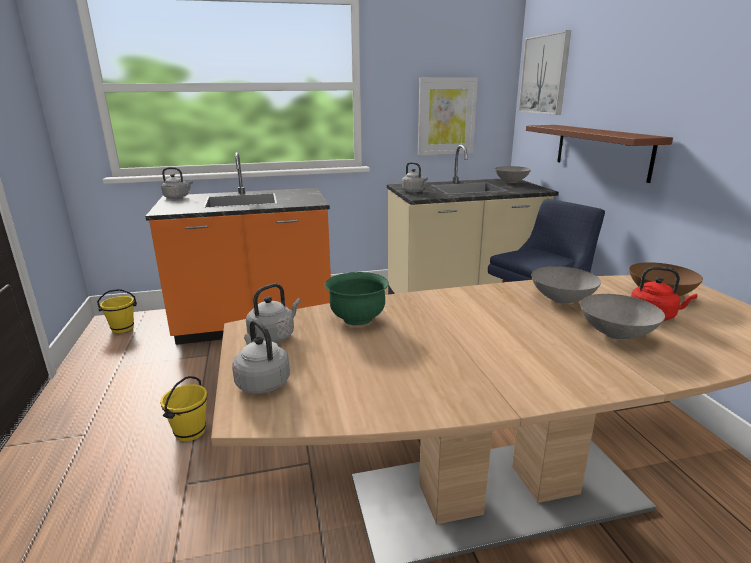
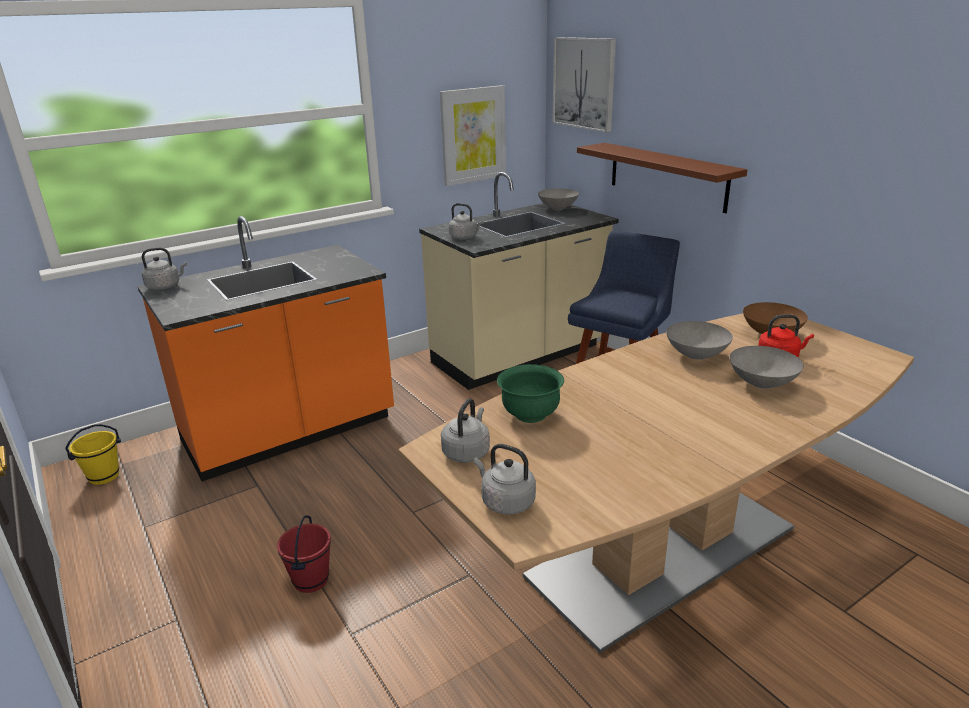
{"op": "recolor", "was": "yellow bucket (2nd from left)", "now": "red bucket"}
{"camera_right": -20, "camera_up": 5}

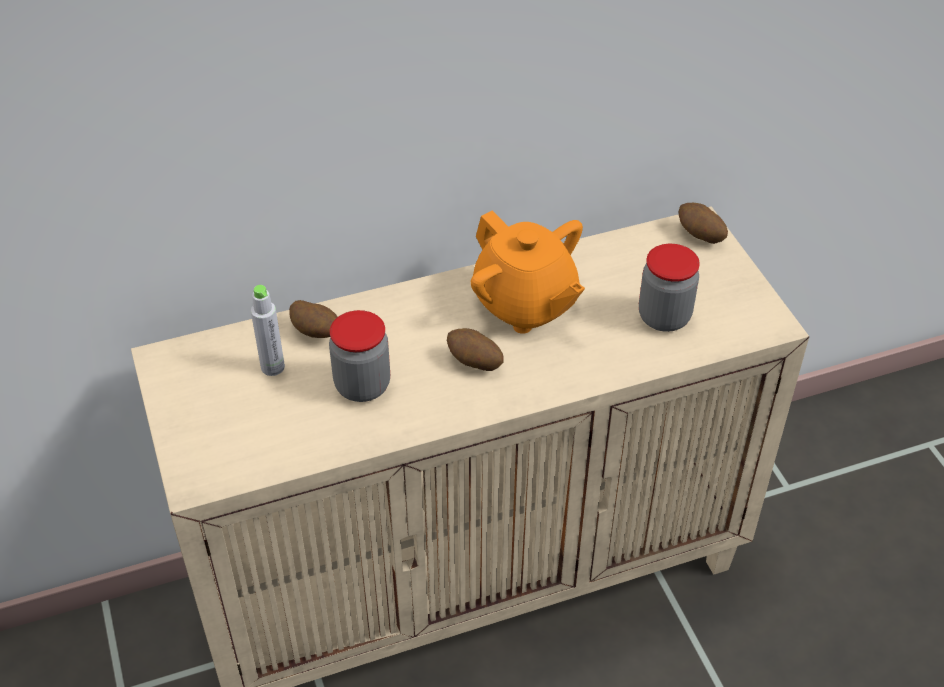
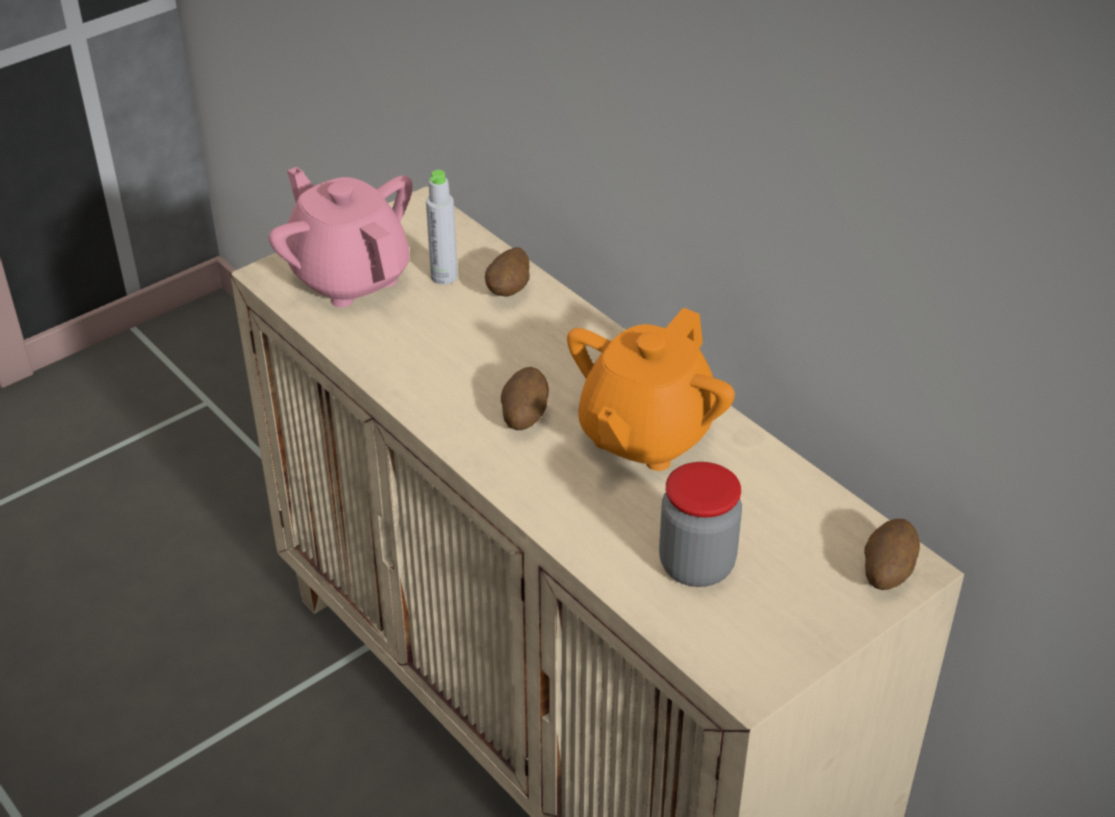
{"op": "delete", "was": "jar (1st from left)"}
{"op": "insert", "now": "pink teapot"}
{"camera_right": 70, "camera_up": -5}

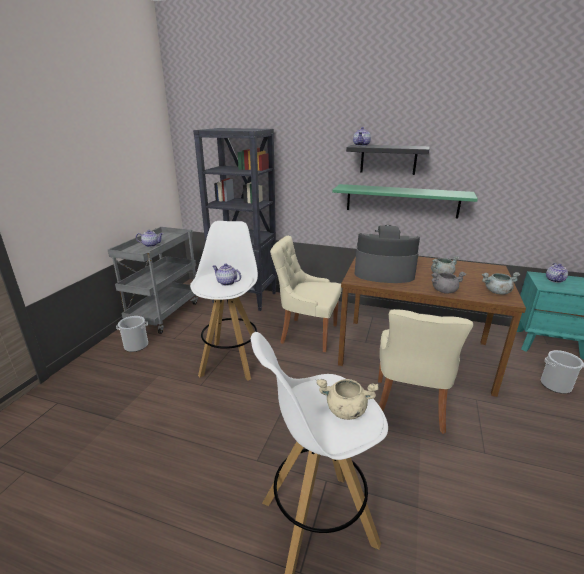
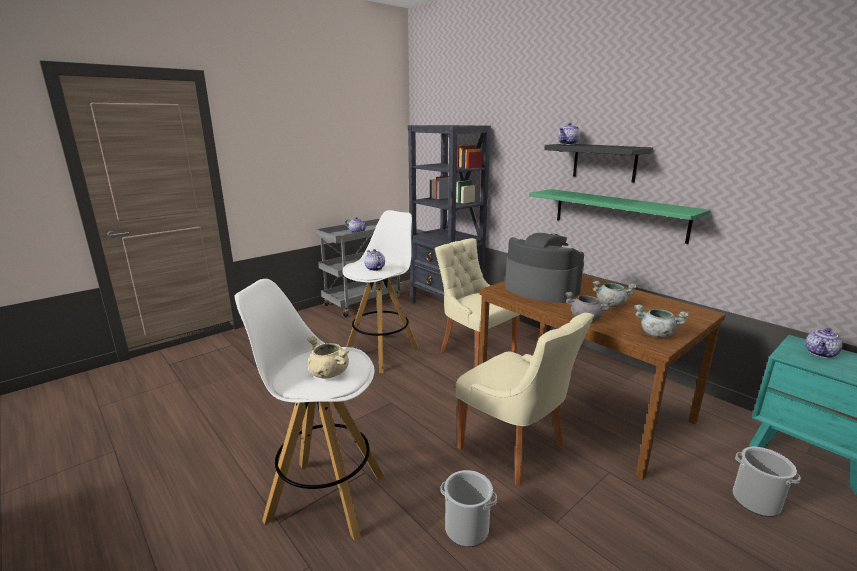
{"op": "move", "was": "bucket (1st from left)"}
{"op": "rotate", "was": "beige chair (2nd from left)", "clockwise": -90}
{"camera_right": 30, "camera_up": -5}

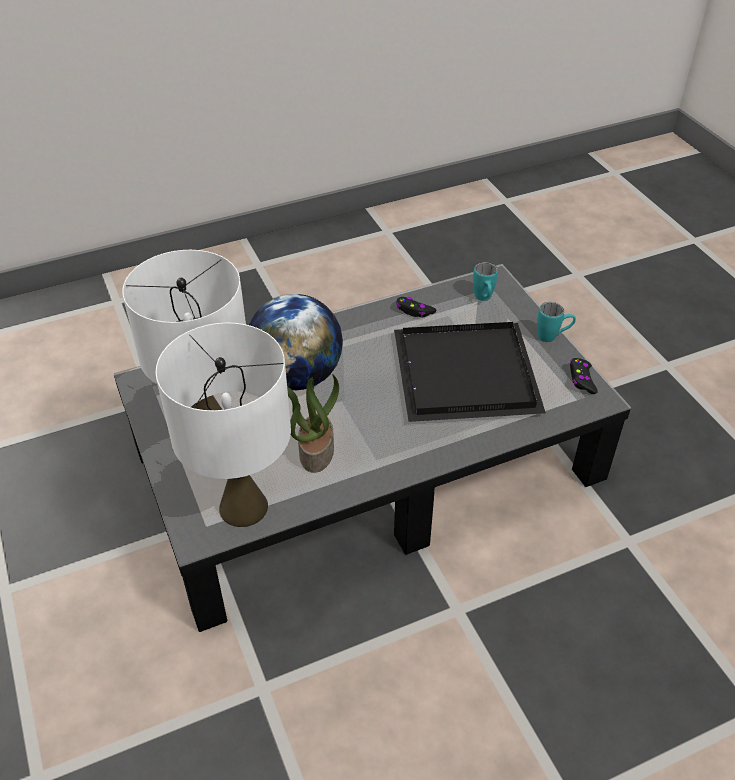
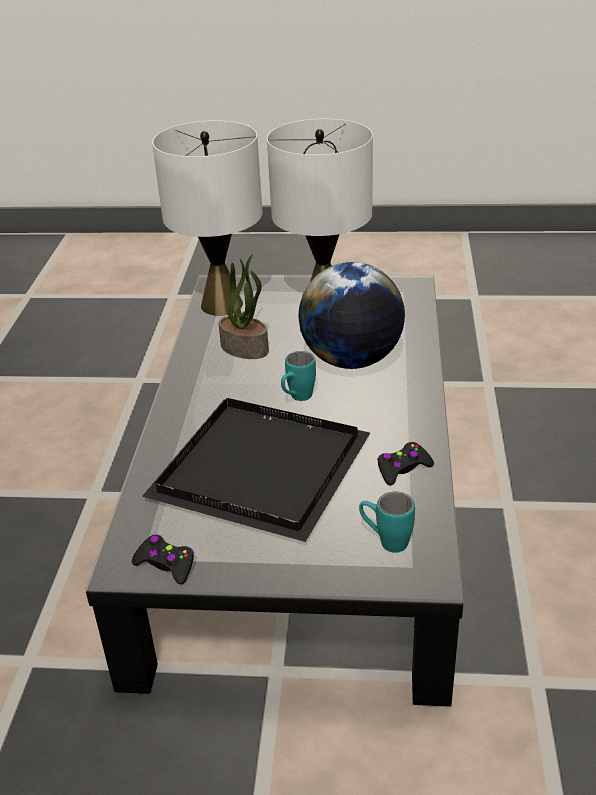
{"op": "move", "was": "turquoise mug (2nd from left in the first image)", "now": "turquoise mug (1st from left)"}
{"camera_right": 120, "camera_up": -10}

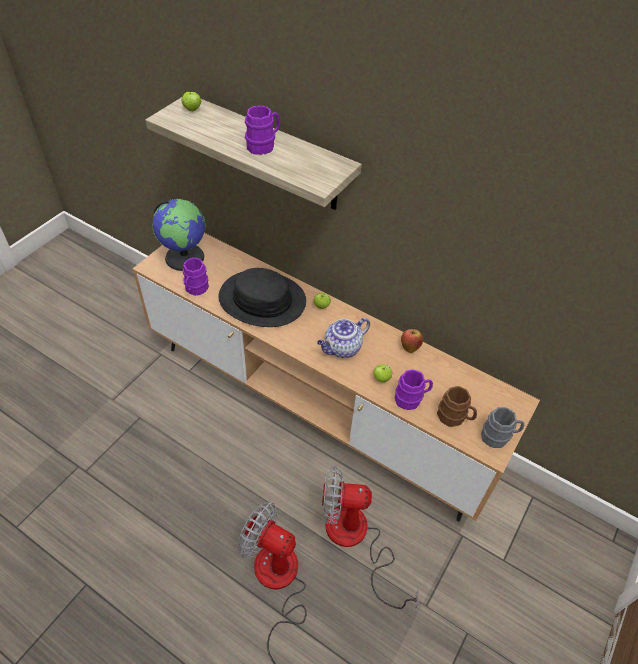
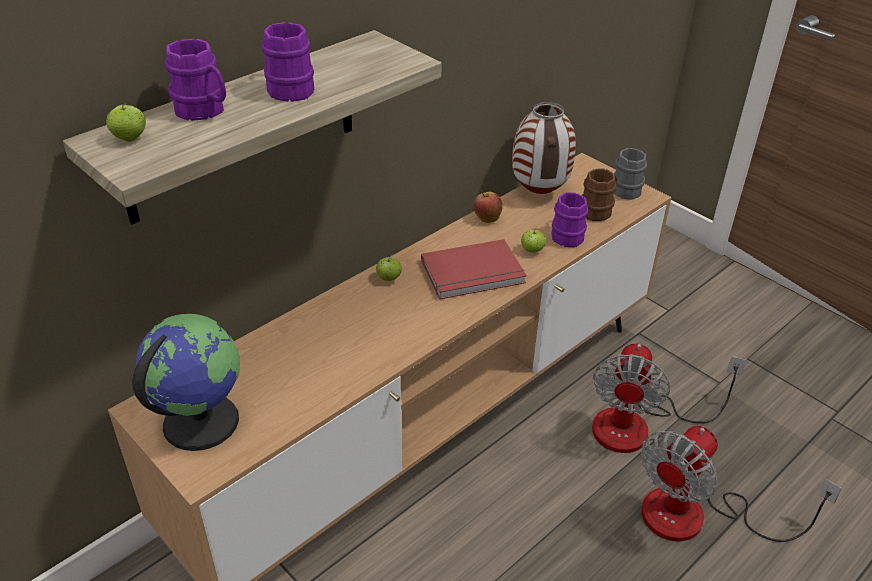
{"op": "move", "was": "purple mug (1st from left)"}
{"op": "delete", "was": "black hat"}
{"op": "replace", "was": "teapot", "now": "red book"}
{"op": "insert", "now": "vase"}
{"camera_right": -75, "camera_up": -10}

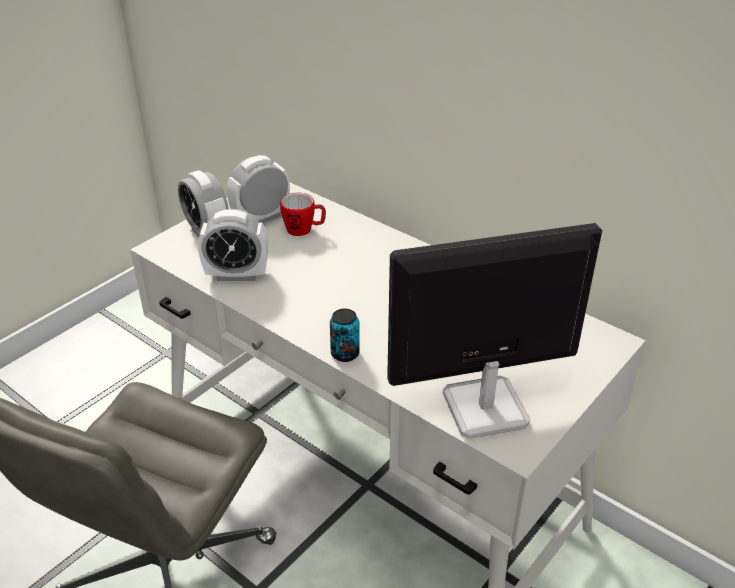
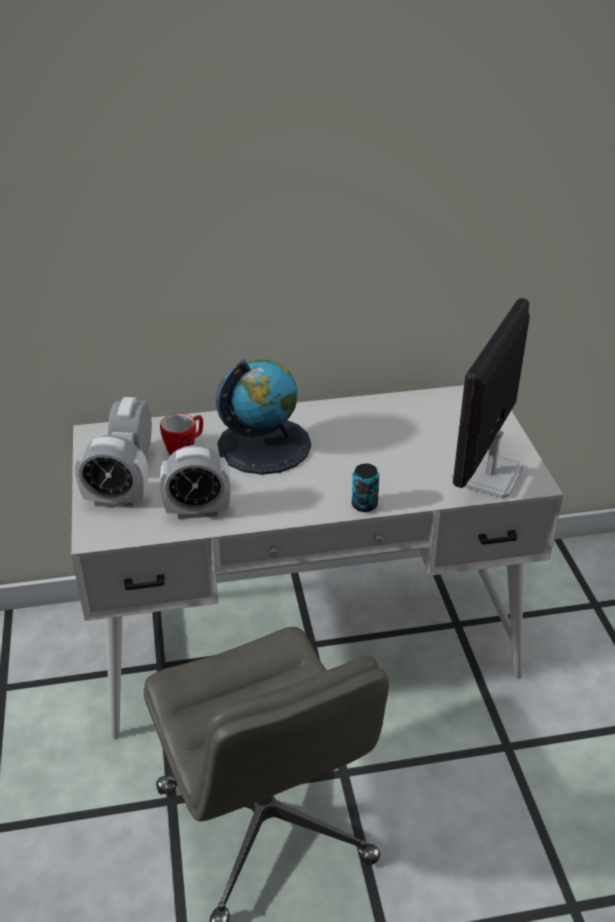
{"op": "rotate", "was": "alarm clock (2nd from left in the first image)", "clockwise": 45}
{"op": "insert", "now": "globe"}
{"camera_right": -50, "camera_up": 0}

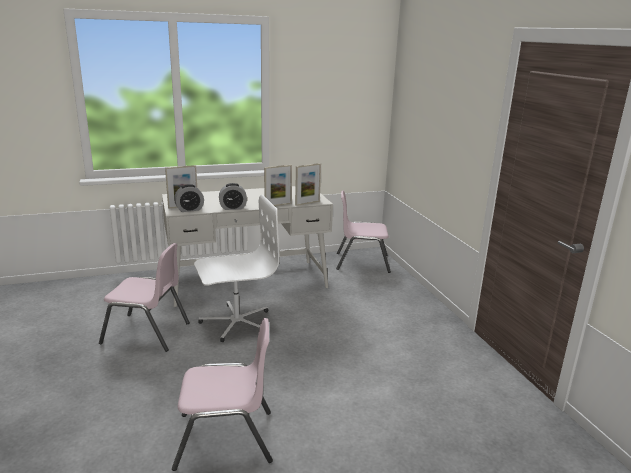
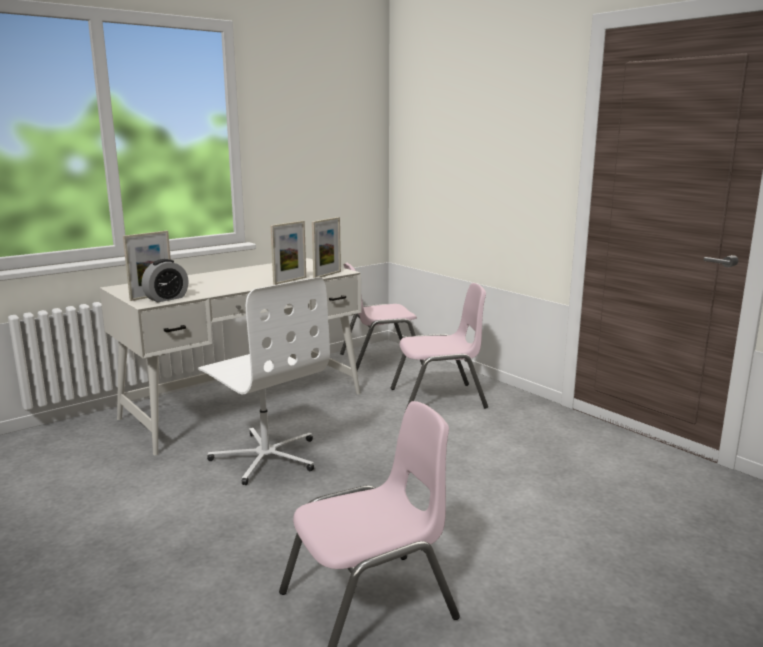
{"op": "move", "was": "pink chair (1st from left in the first image)", "now": "pink chair (3rd from left)"}
{"op": "rotate", "was": "white office chair", "clockwise": 90}
{"op": "delete", "was": "alarm clock (2nd from left)"}
{"camera_right": -20, "camera_up": -5}

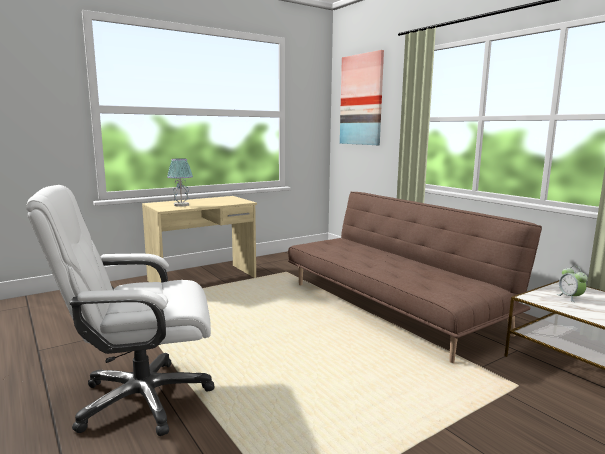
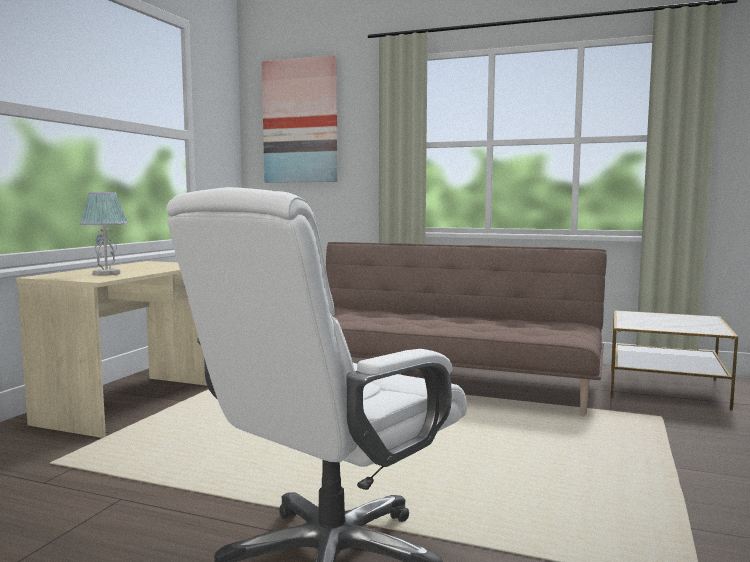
{"op": "delete", "was": "alarm clock"}
{"camera_right": -35, "camera_up": -5}

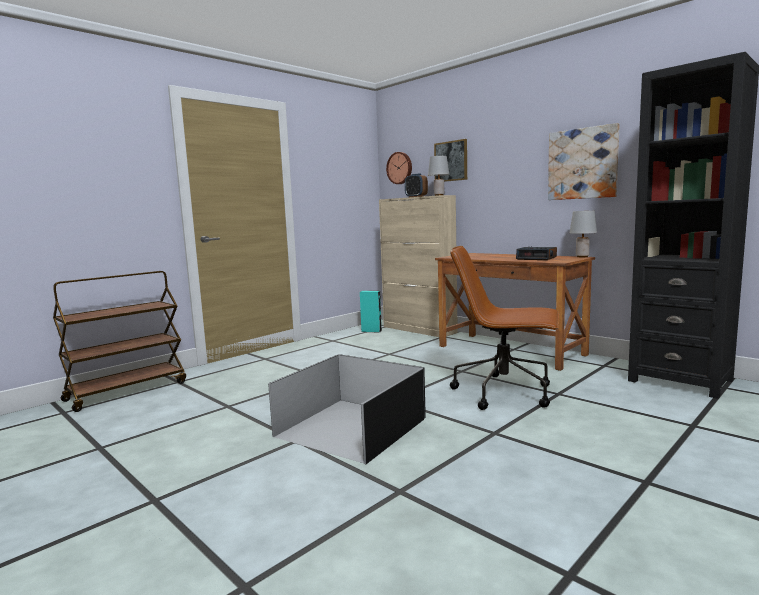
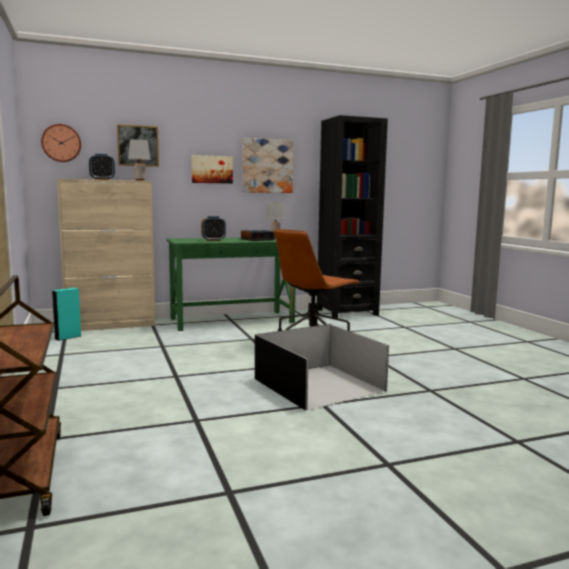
{"op": "recolor", "was": "brown desk", "now": "green desk"}
{"op": "insert", "now": "picture (2nd from left)"}
{"op": "insert", "now": "alarm clock (2nd from left)"}
{"camera_right": -65, "camera_up": 0}

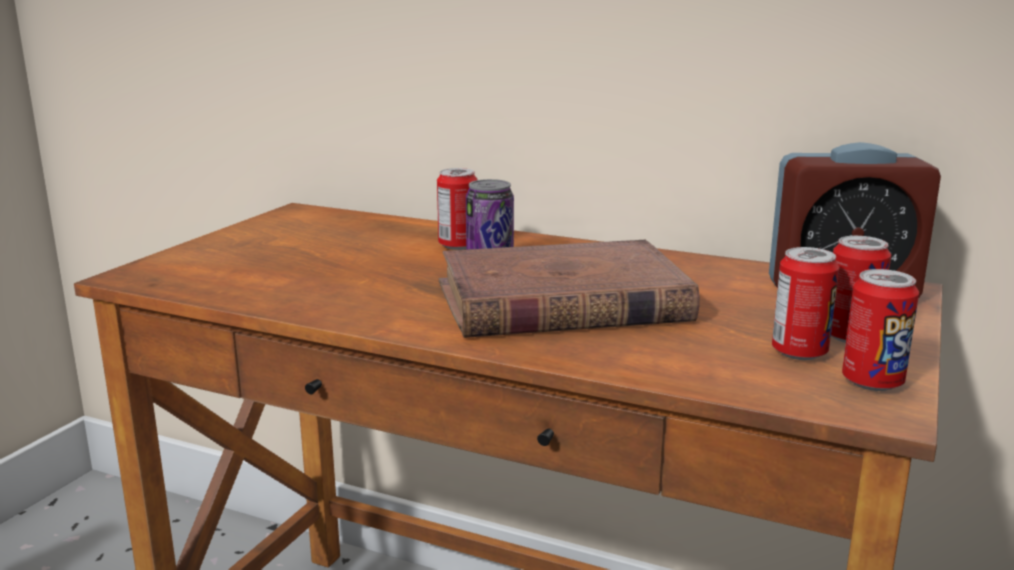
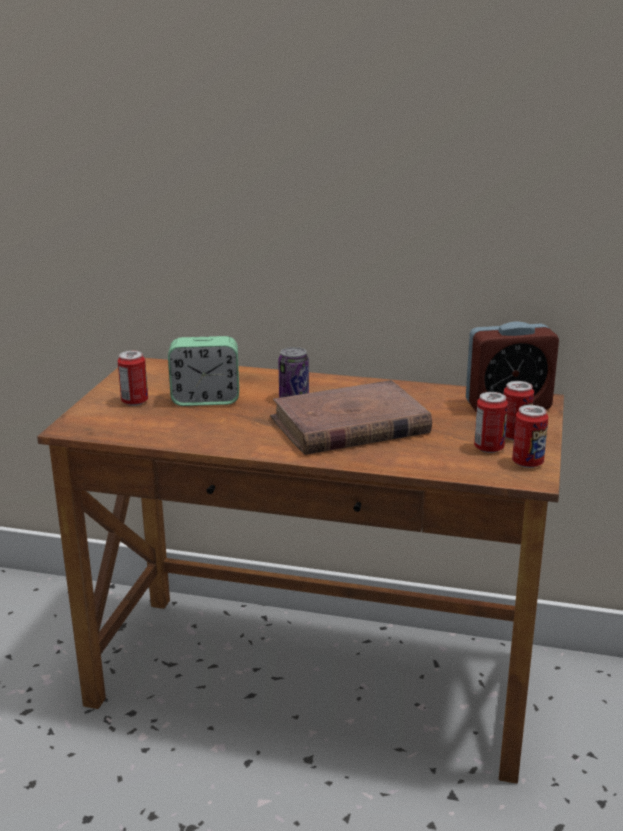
{"op": "move", "was": "can (1st from left)"}
{"op": "insert", "now": "alarm clock (1st from left)"}
{"camera_right": -10, "camera_up": 5}

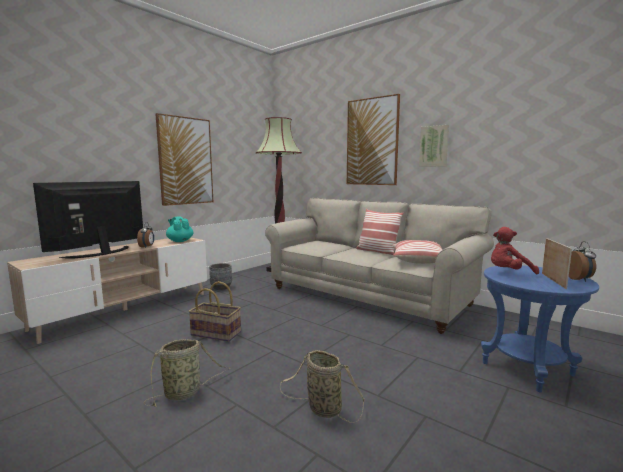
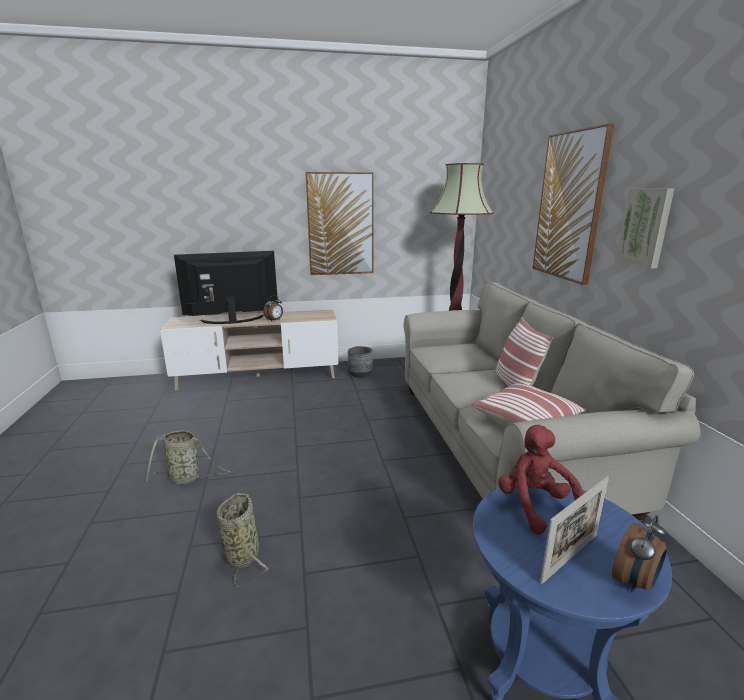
{"op": "delete", "was": "turquoise teapot"}
{"op": "delete", "was": "basket (2nd from left)"}
{"op": "rotate", "was": "red plush toy", "clockwise": 45}
{"camera_right": 40, "camera_up": 10}

